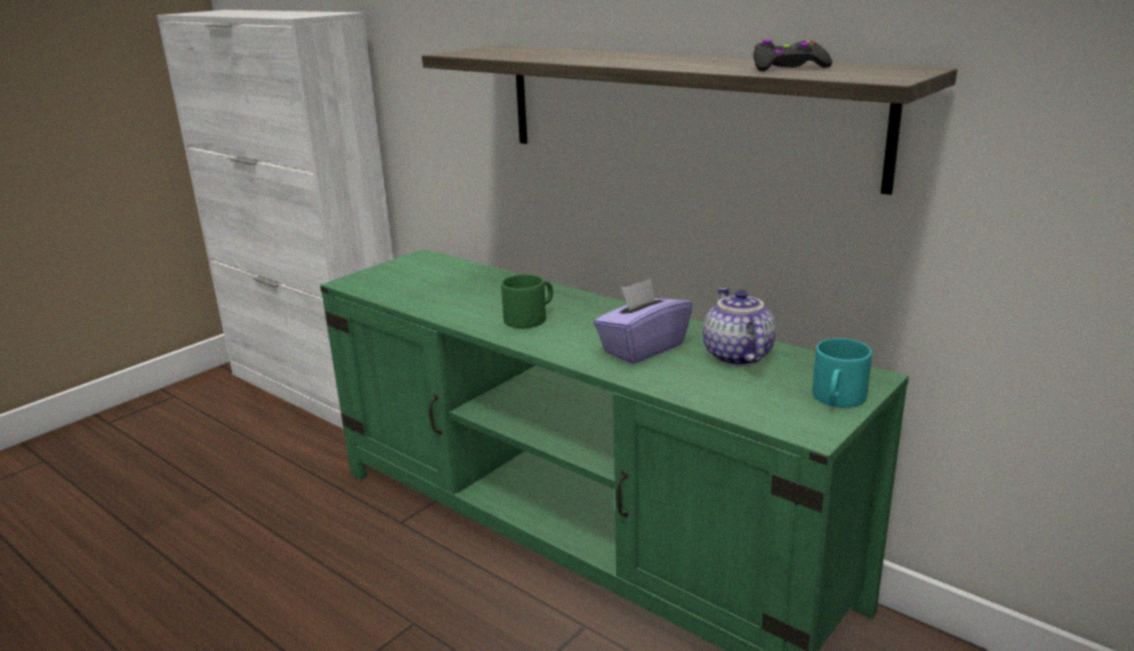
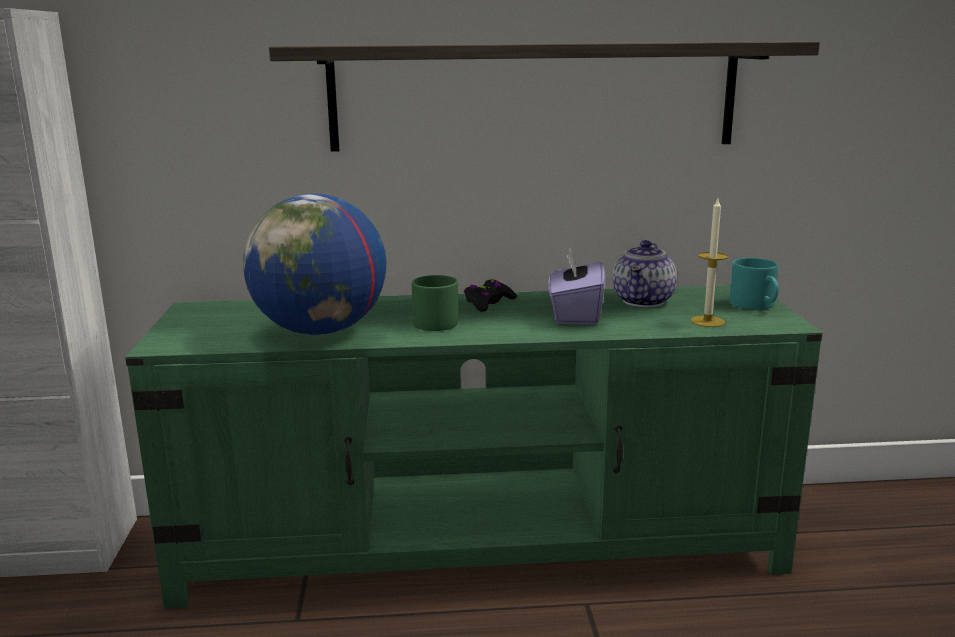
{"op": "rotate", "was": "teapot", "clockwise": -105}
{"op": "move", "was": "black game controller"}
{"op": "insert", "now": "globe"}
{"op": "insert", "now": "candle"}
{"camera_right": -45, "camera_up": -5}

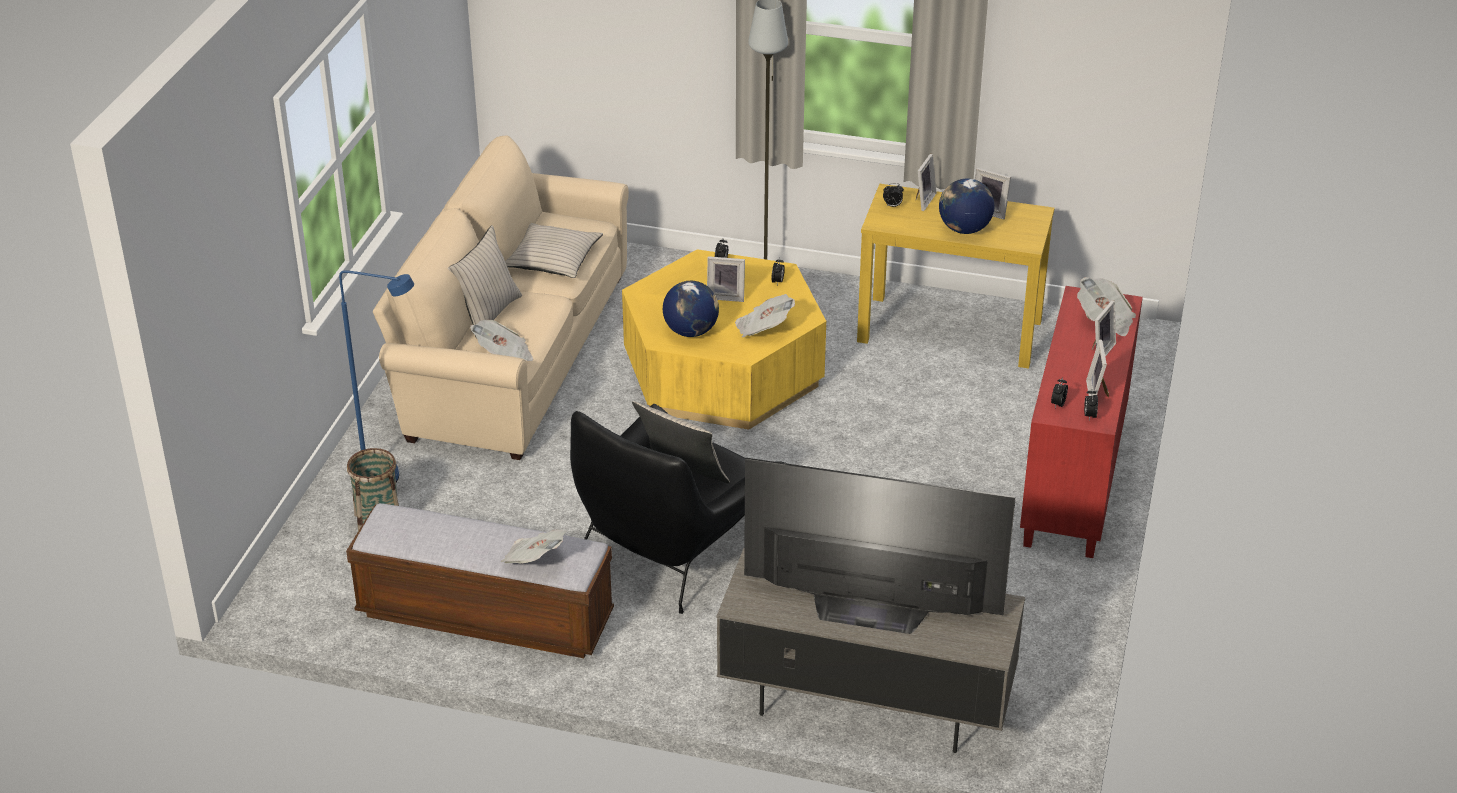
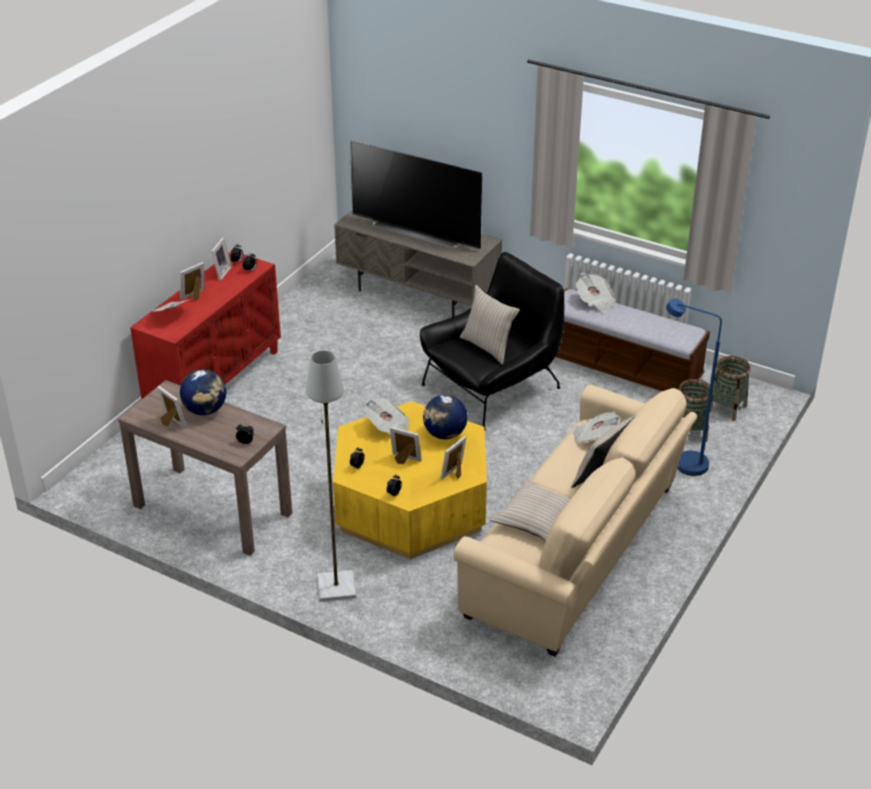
{"op": "recolor", "was": "yellow console table", "now": "brown console table"}
{"op": "move", "was": "picture frame (2nd from left in the first image)", "now": "picture frame (5th from left)"}
{"op": "insert", "now": "basket (2nd from left)"}
{"camera_right": -165, "camera_up": 0}

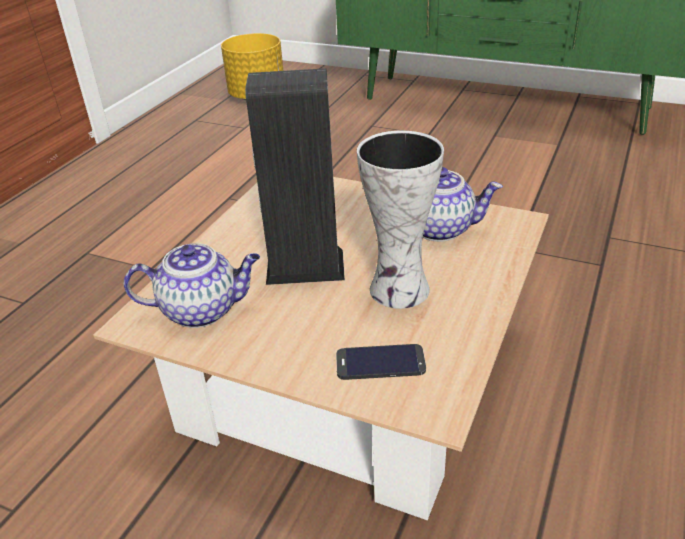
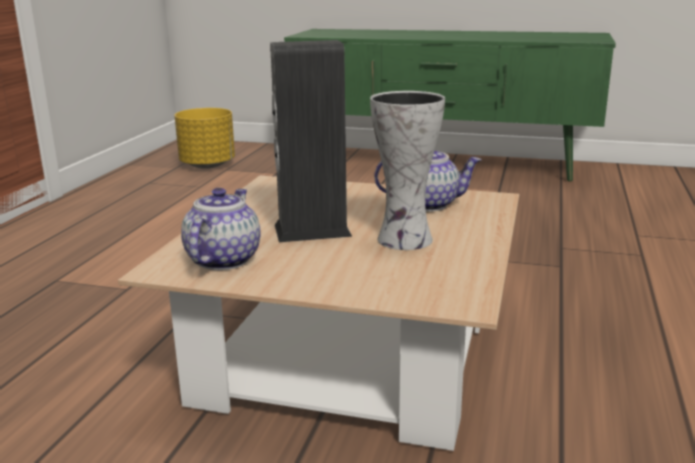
{"op": "rotate", "was": "teapot (1st from left)", "clockwise": -60}
{"op": "delete", "was": "phone"}
{"camera_right": -10, "camera_up": -15}

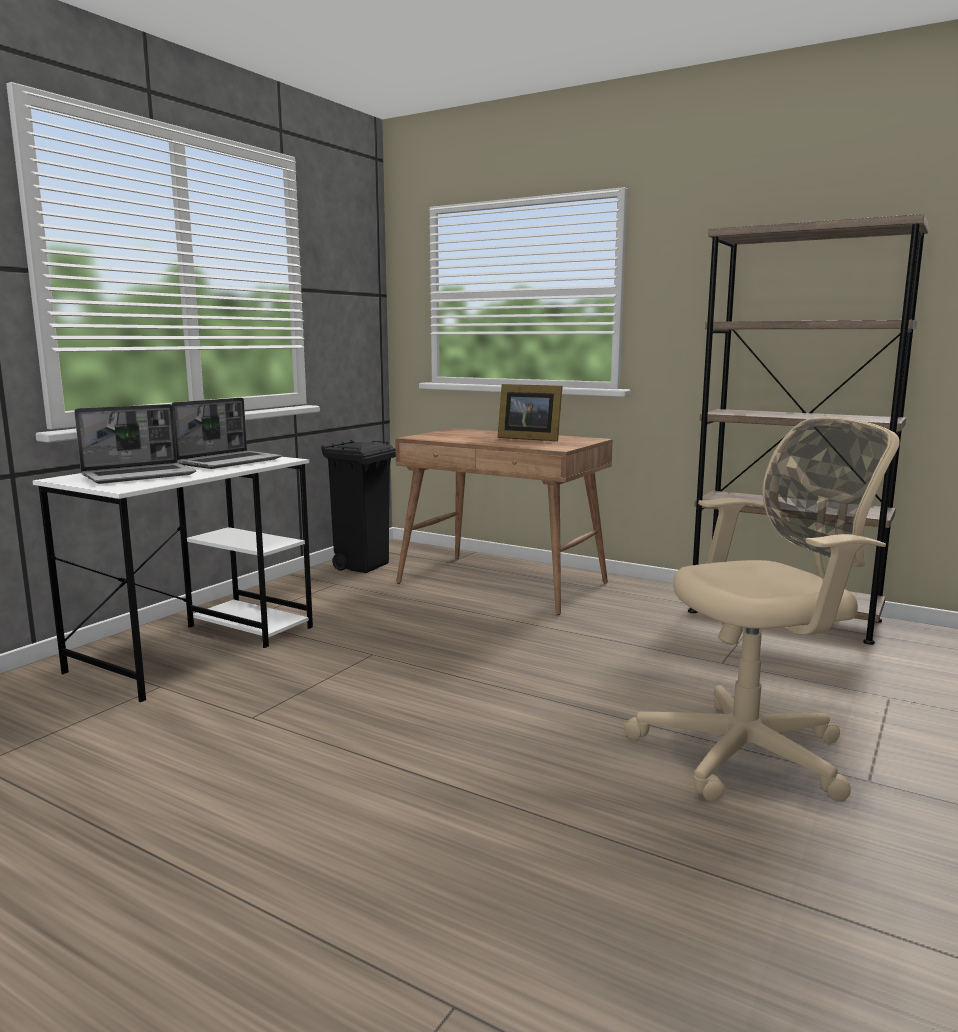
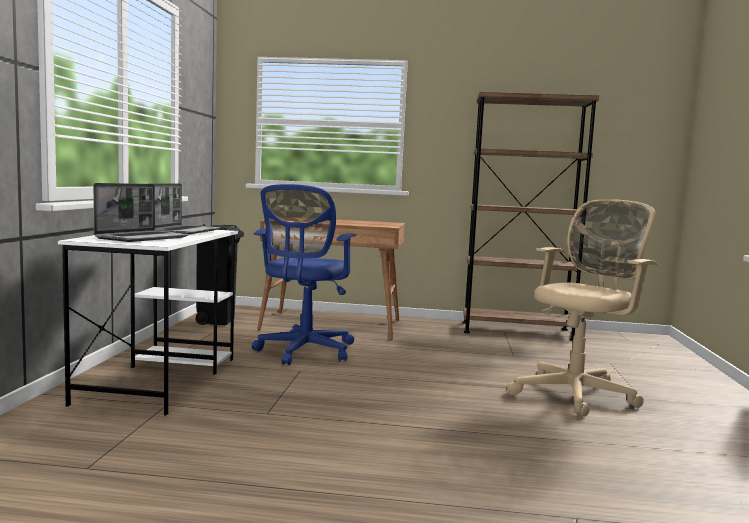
{"op": "delete", "was": "picture frame"}
{"op": "insert", "now": "blue office chair"}
{"camera_right": -25, "camera_up": -5}

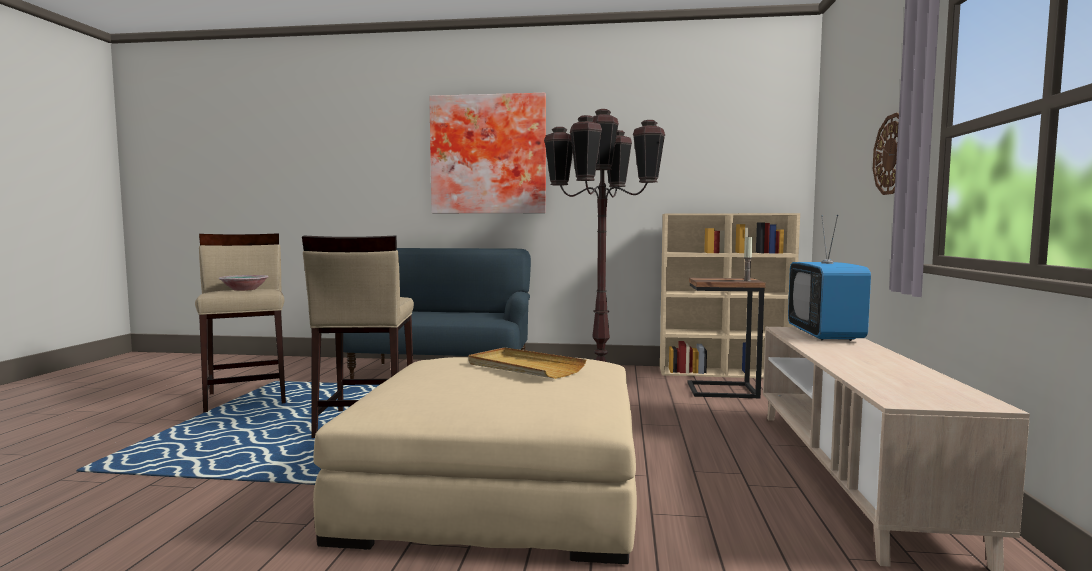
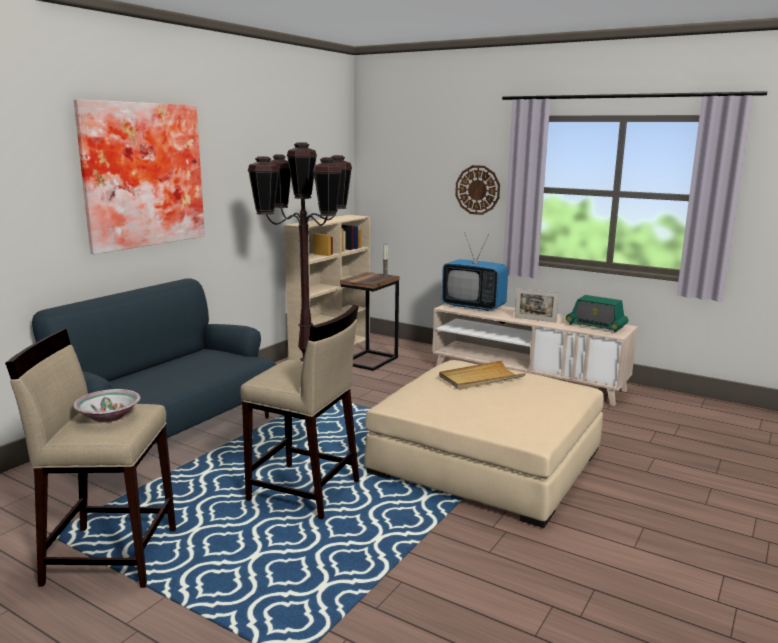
{"op": "insert", "now": "picture frame"}
{"op": "insert", "now": "radio"}
{"camera_right": -65, "camera_up": 10}

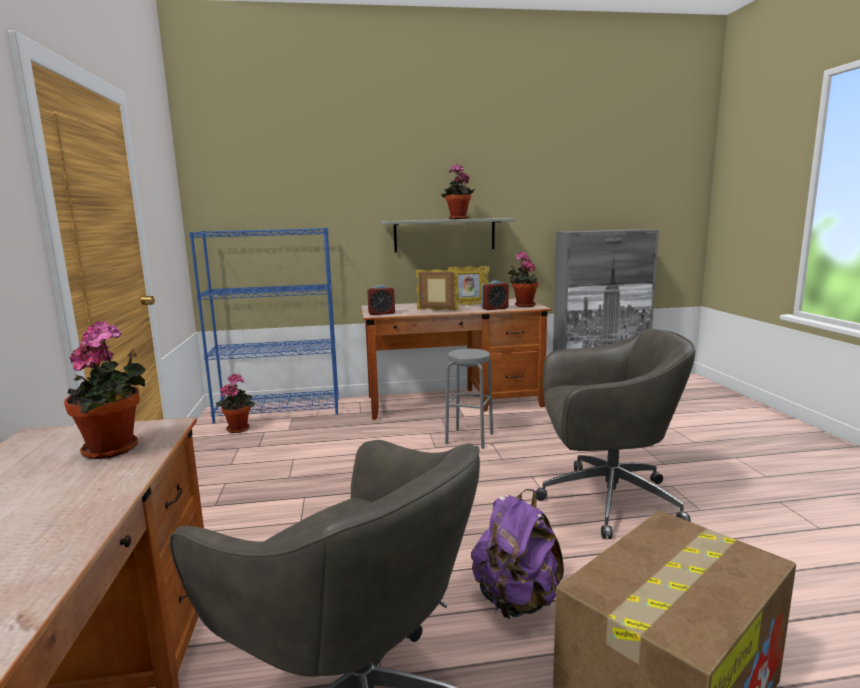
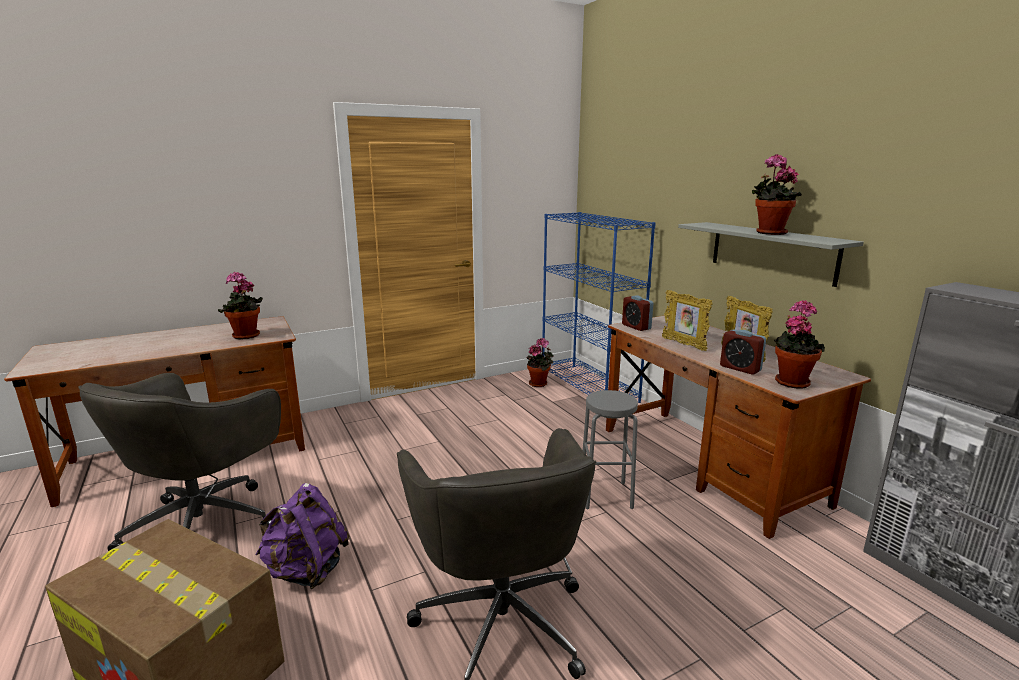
{"op": "rotate", "was": "picture frame (1st from left)", "clockwise": 150}
{"camera_right": 70, "camera_up": 5}

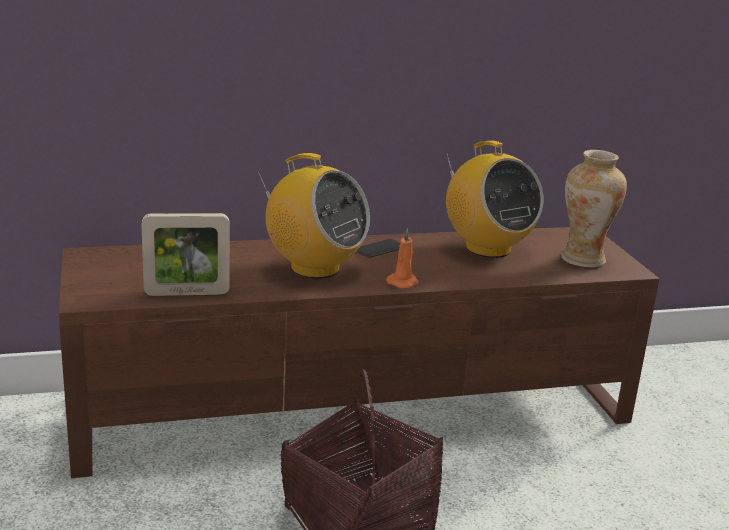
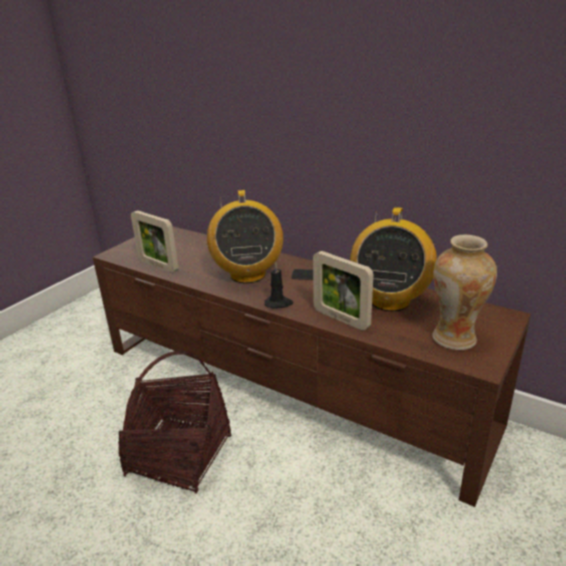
{"op": "recolor", "was": "orange candle", "now": "black candle"}
{"op": "insert", "now": "picture frame (2nd from left)"}
{"camera_right": 50, "camera_up": 5}

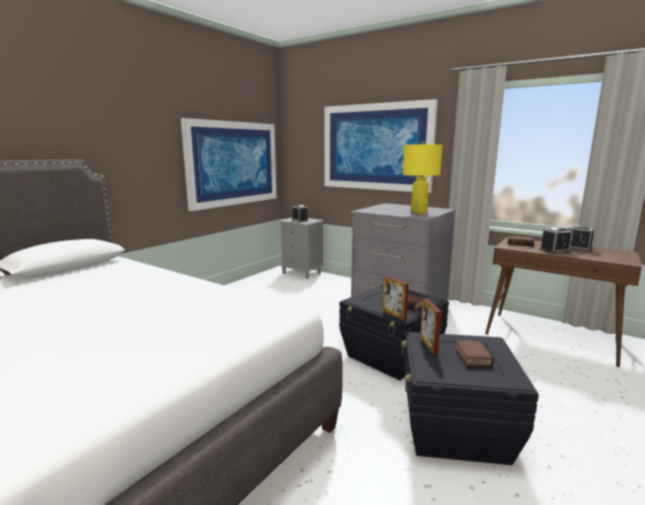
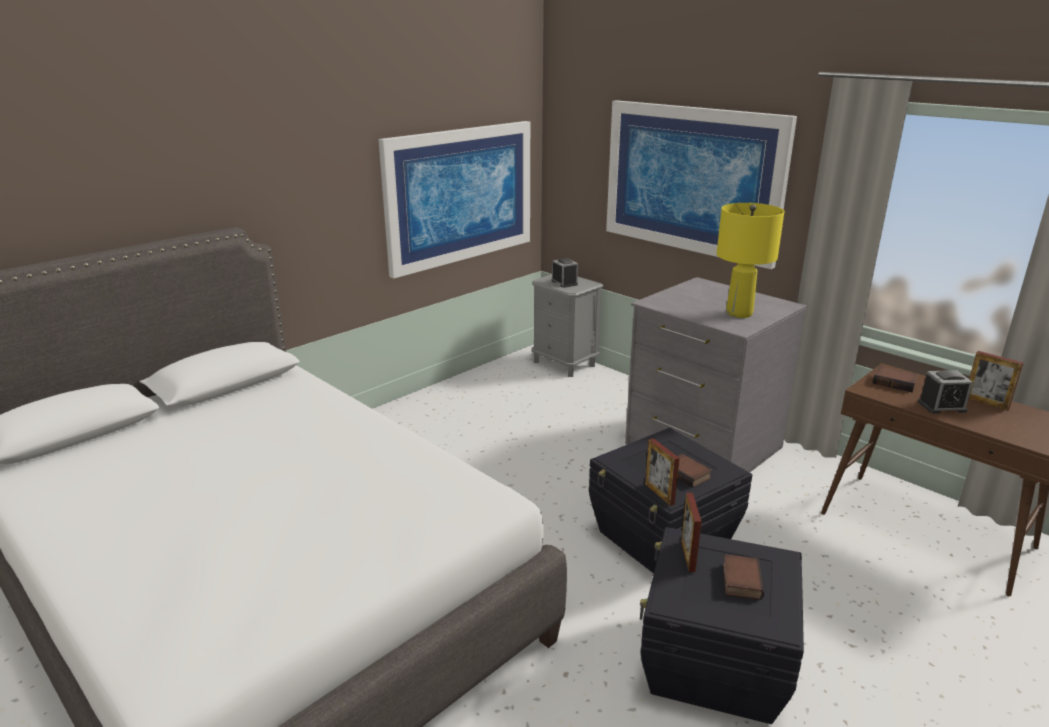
{"op": "replace", "was": "alarm clock (3rd from left)", "now": "picture frame (3rd from left)"}
{"camera_right": 10, "camera_up": 10}

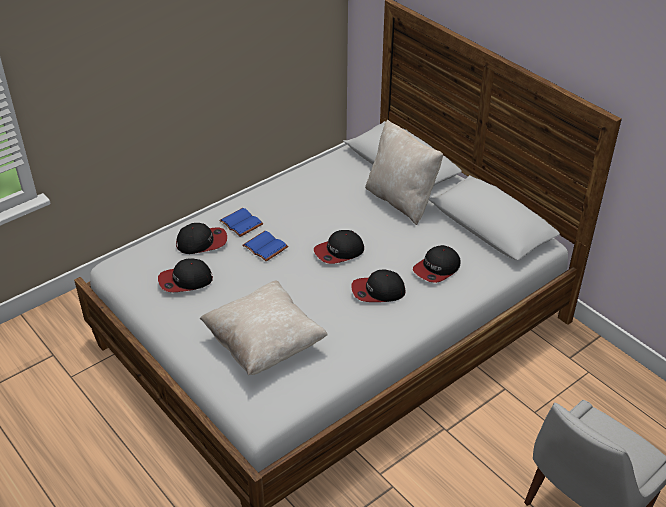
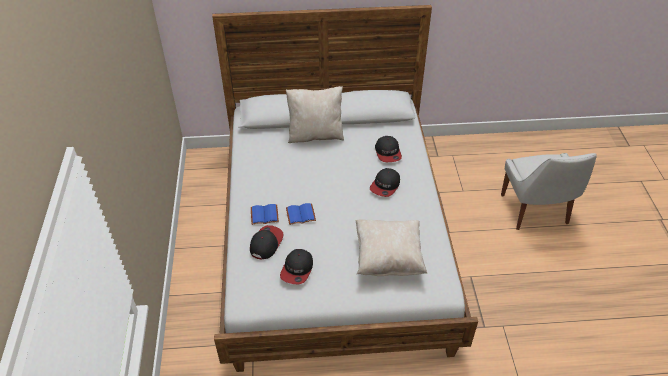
{"op": "delete", "was": "cap (3rd from left)"}
{"camera_right": -55, "camera_up": 5}

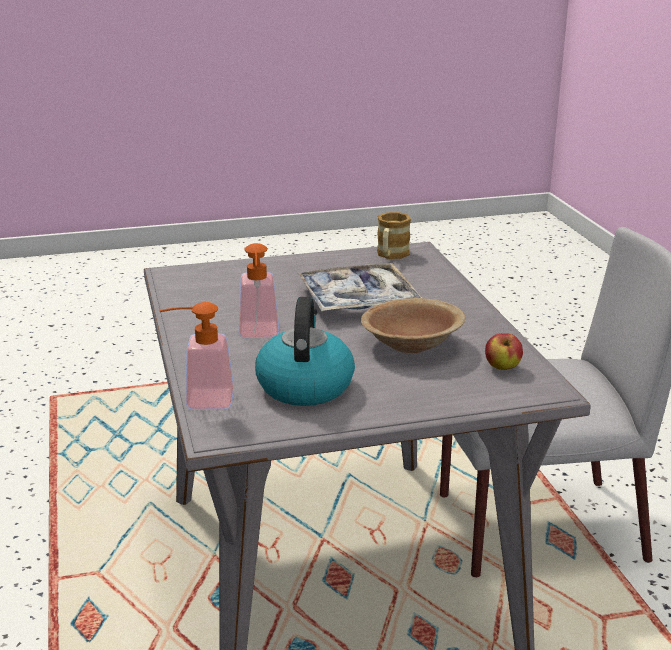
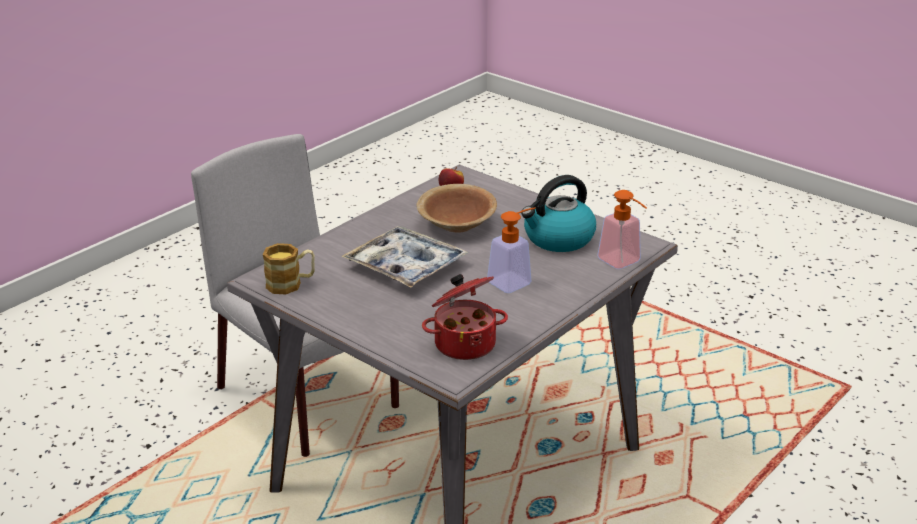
{"op": "insert", "now": "cooking pot"}
{"camera_right": -125, "camera_up": 5}

